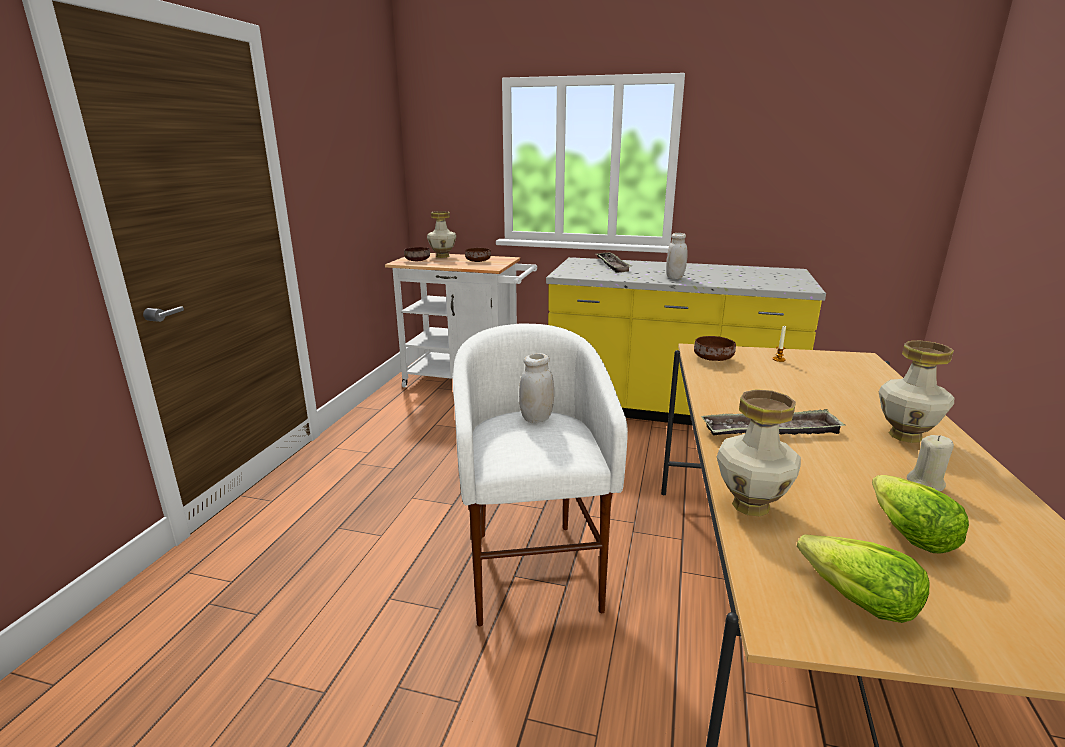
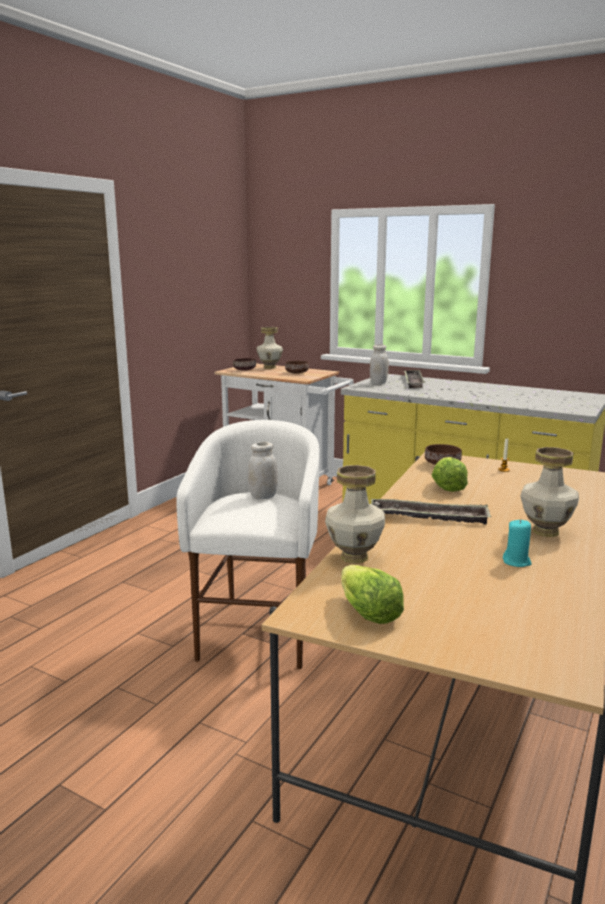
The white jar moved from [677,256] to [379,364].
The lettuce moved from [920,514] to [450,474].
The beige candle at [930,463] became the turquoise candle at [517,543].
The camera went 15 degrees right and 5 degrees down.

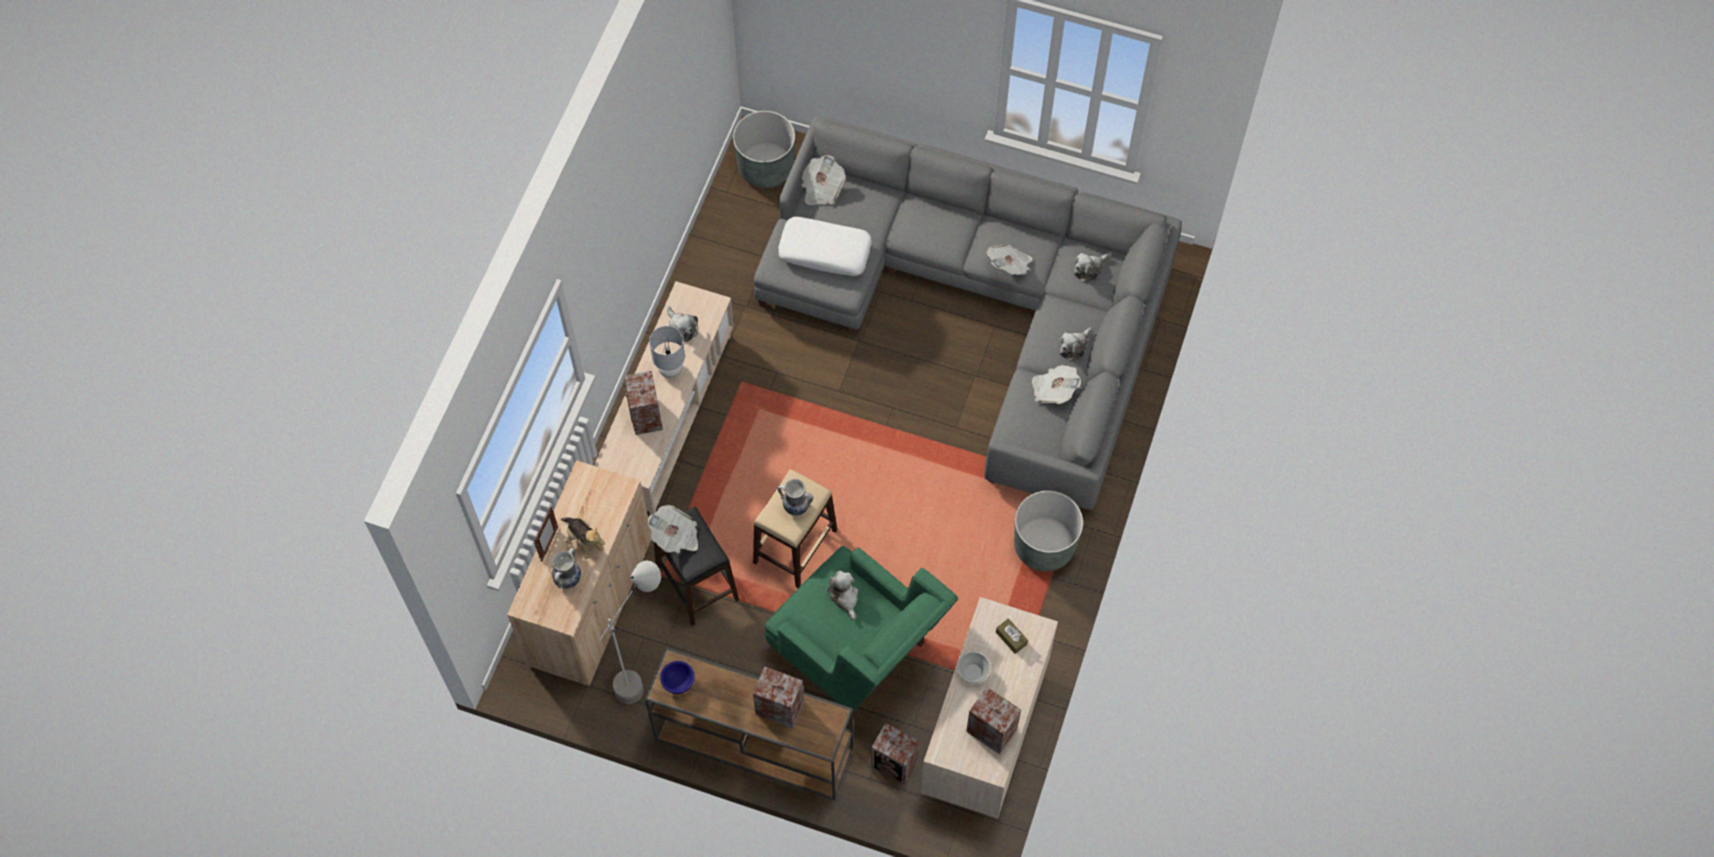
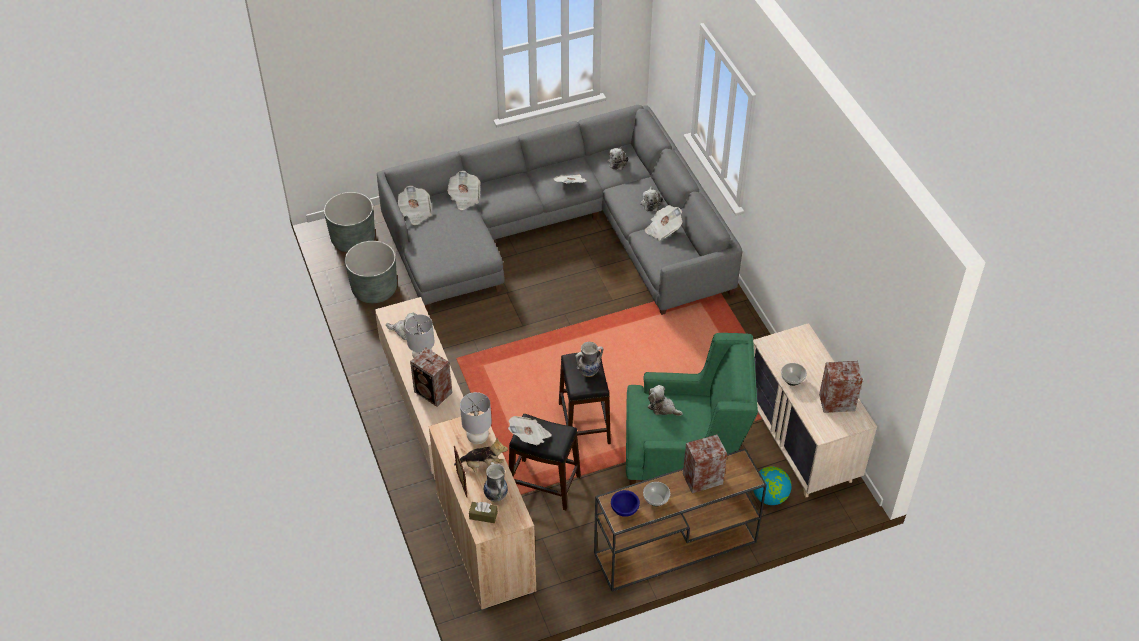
The grey planter moved from [1048,531] to [371,272].
The newspaper at [464,190] appeared.
The grey table lamp at [476,418] appeared.
The brown tissue box moved from [1012,636] to [483,512].
The beige stool at [795,528] became the black stool at [585,397].
The bowl at [656,494] appeared.
The speaker at [895,754] was replaced by the globe at [772,486].
The grey floor lamp at [630,632] disappeared.
The white pillow at [825,246] disappeared.
The camera went 40 degrees left and 15 degrees down.

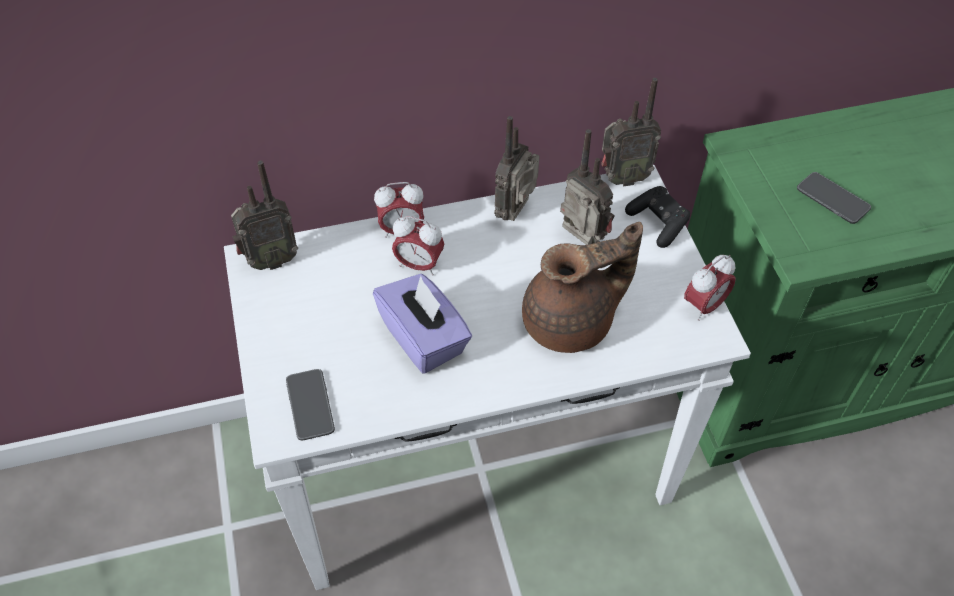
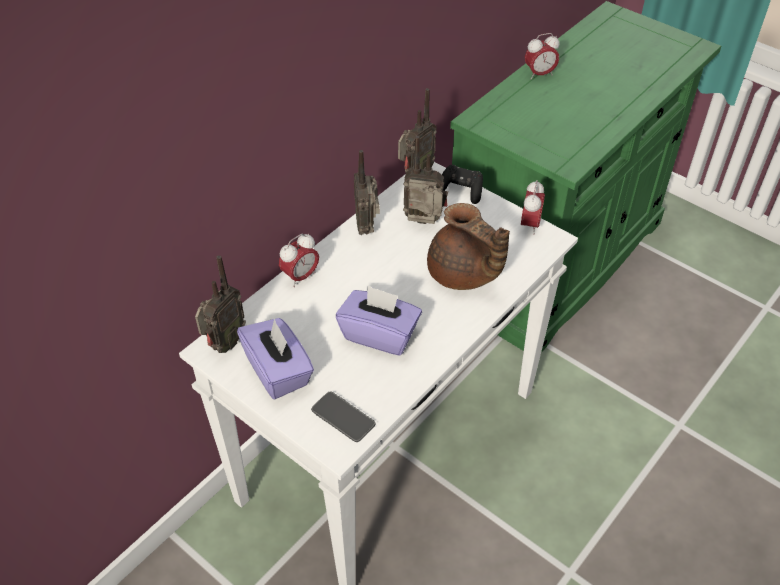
The purple tissue box at [275,358] appeared.
The brown teapot at [582,287] turned 105 degrees clockwise.
The alarm clock moved from [418,246] to [542,56].
The phone at [834,198] disappeared.
The camera went 35 degrees left and 5 degrees down.

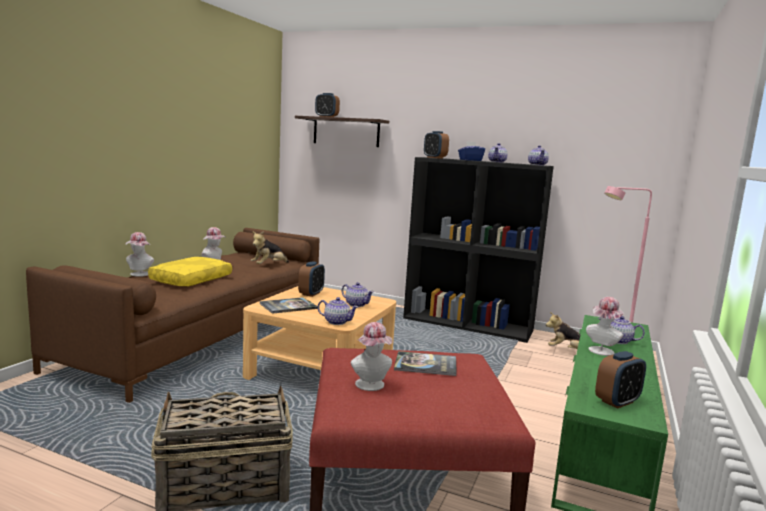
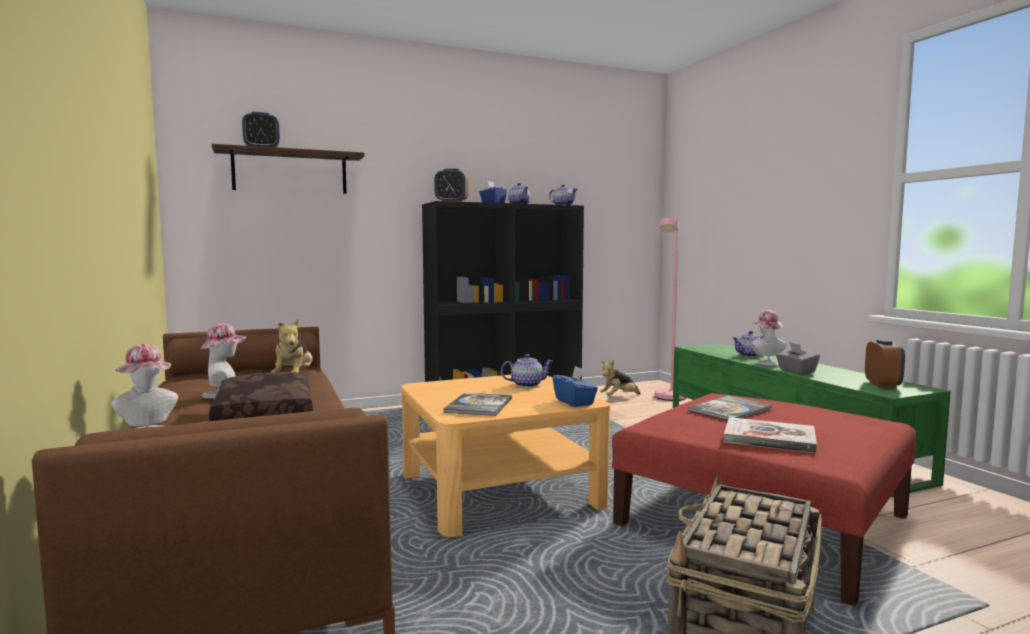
The yellow pillow at [190,271] became the brown pillow at [261,396].
The teapot at [338,311] was replaced by the blue tissue box at [575,386].
The hat at [371,356] was replaced by the book at [770,435].
The grey tissue box at [798,358] appeared.
The alarm clock at [311,279] disappeared.
The camera went 45 degrees left and 5 degrees down.

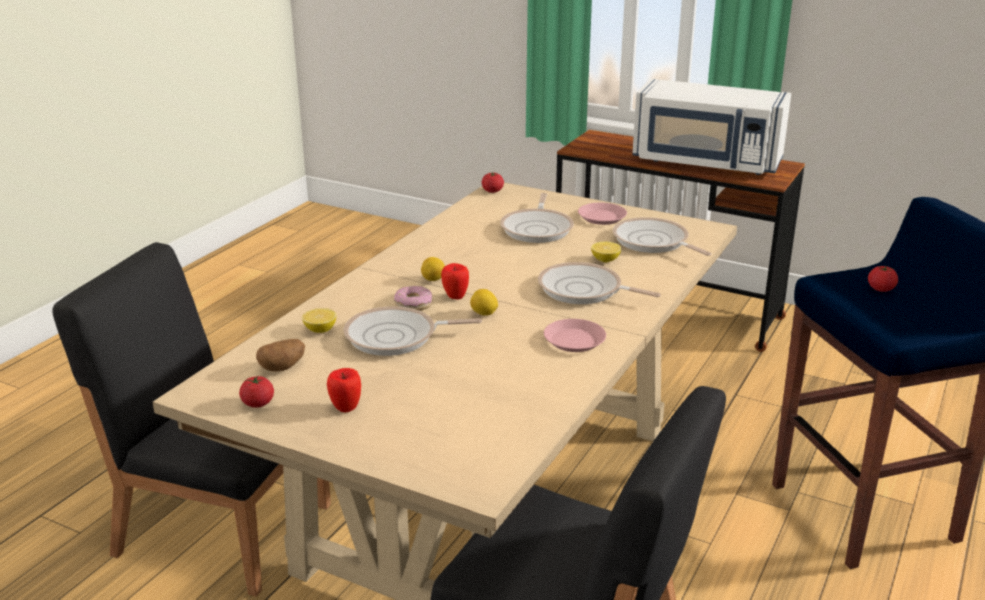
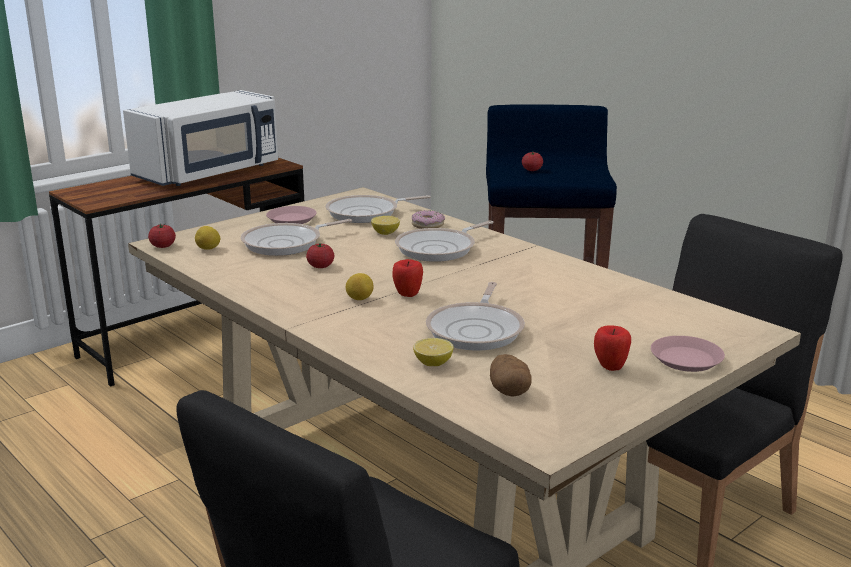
The lemon moved from [484,302] to [207,238].
The frying pan at [537,218] turned 120 degrees clockwise.
The tomato moved from [256,392] to [320,255].
The donut moved from [413,298] to [428,219].
The pink plate moved from [575,335] to [688,354].
The camera went 70 degrees left and 5 degrees down.

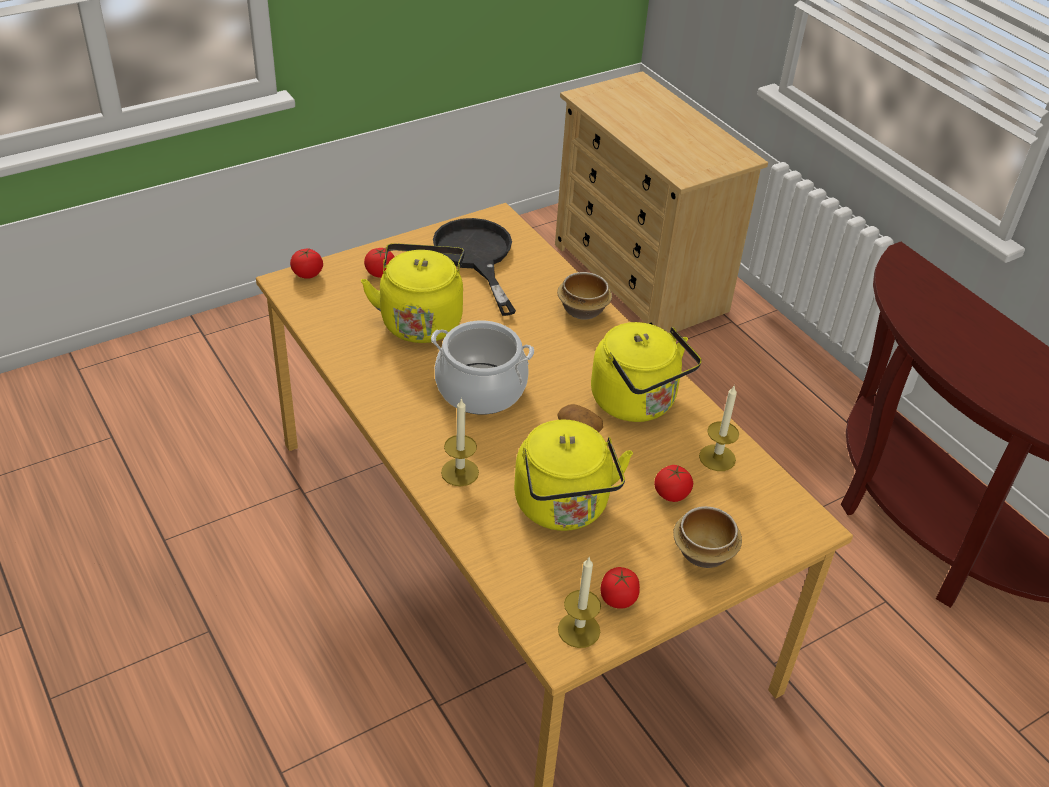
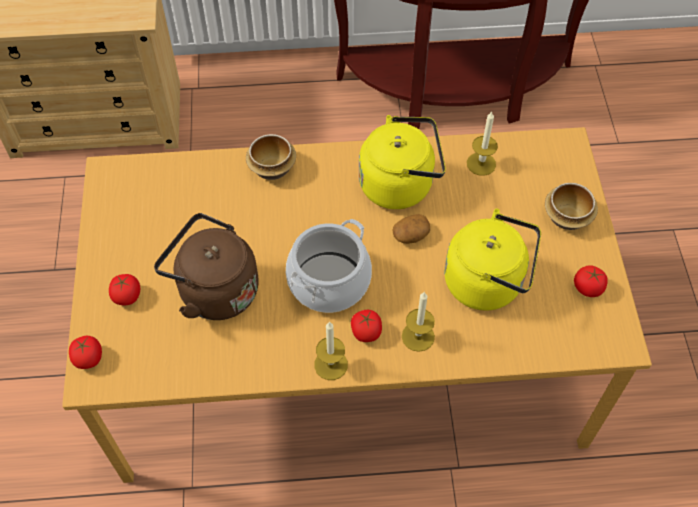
The yellow kettle at [413,293] became the brown kettle at [206,266].
The candle moved from [579,603] to [331,351].
The tomato moved from [673,483] to [366,325].
The black frying pan at [474,267] disappeared.
The camera went 60 degrees left and 15 degrees up.

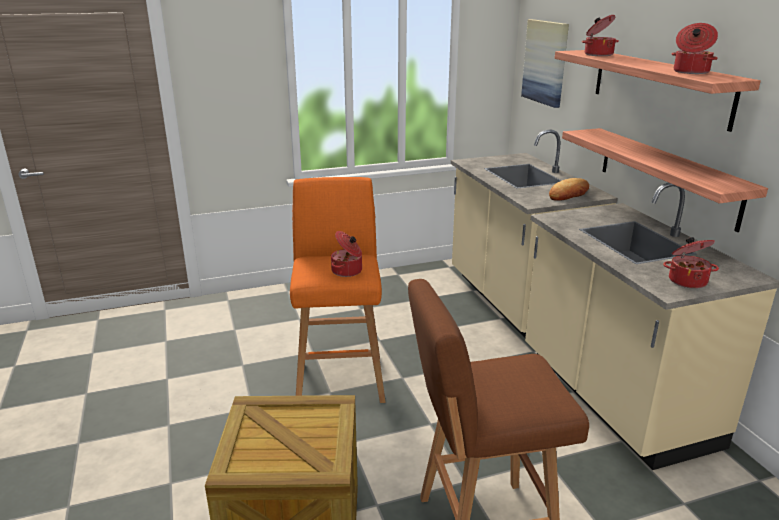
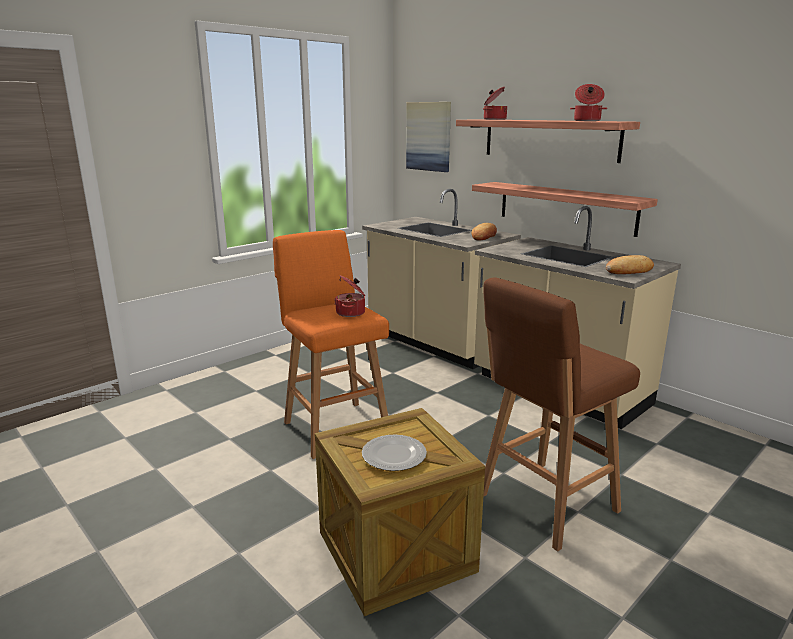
The plate at [394,453] appeared.
The cooking pot at [691,263] was replaced by the bread at [630,264].
The camera went 25 degrees left and 5 degrees down.

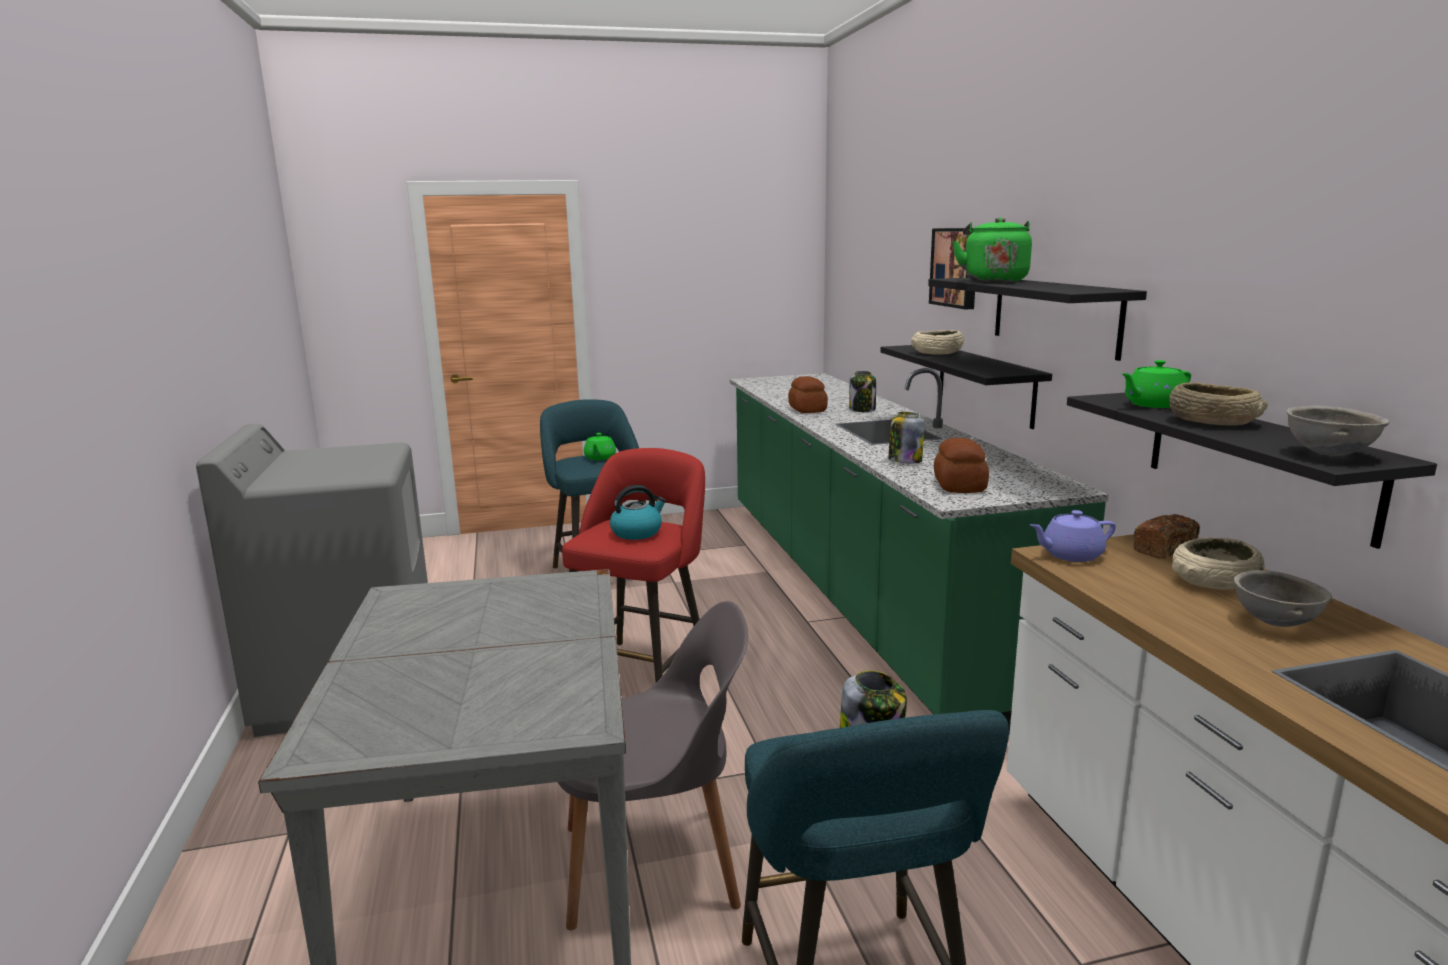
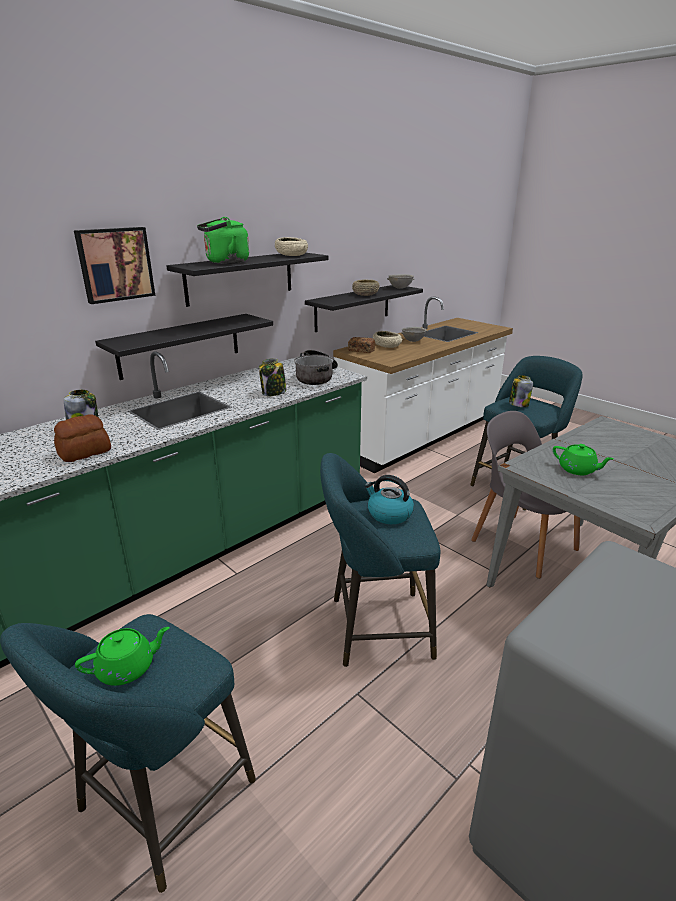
The beige bowl moved from [937,342] to [291,246].
The bread at [961,465] was replaced by the cooking pot at [316,367].
The red stool at [633,565] became the turquoise stool at [380,560].
The green teapot moved from [1156,384] to [583,459].
The purple teapot at [1073,536] disappeared.
The camera went 120 degrees left and 10 degrees up.

